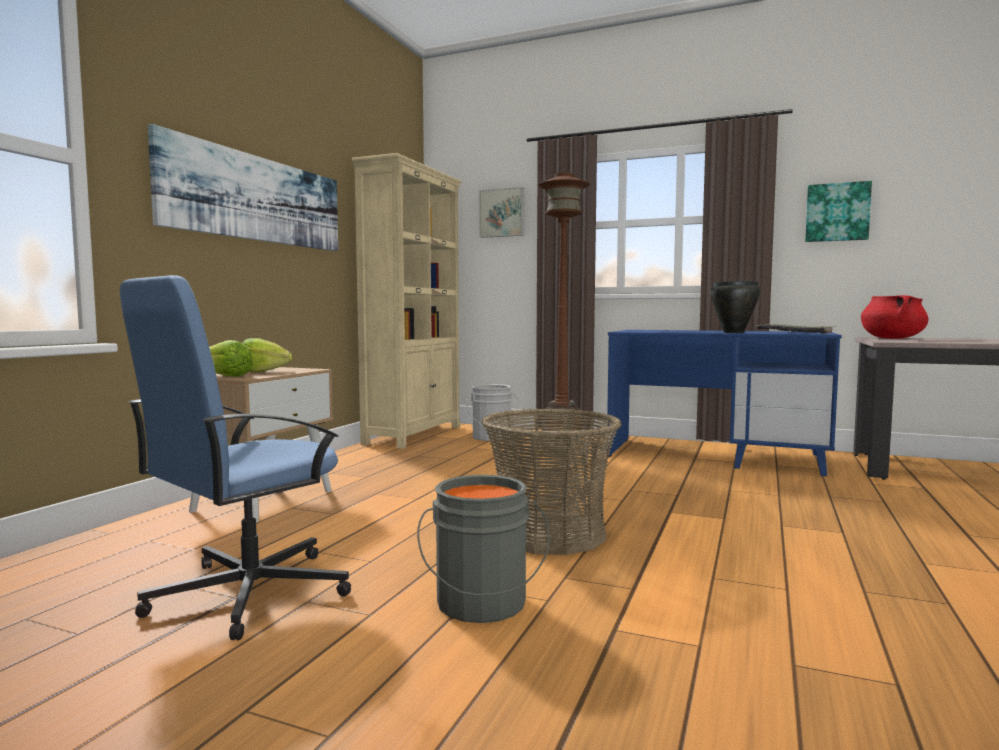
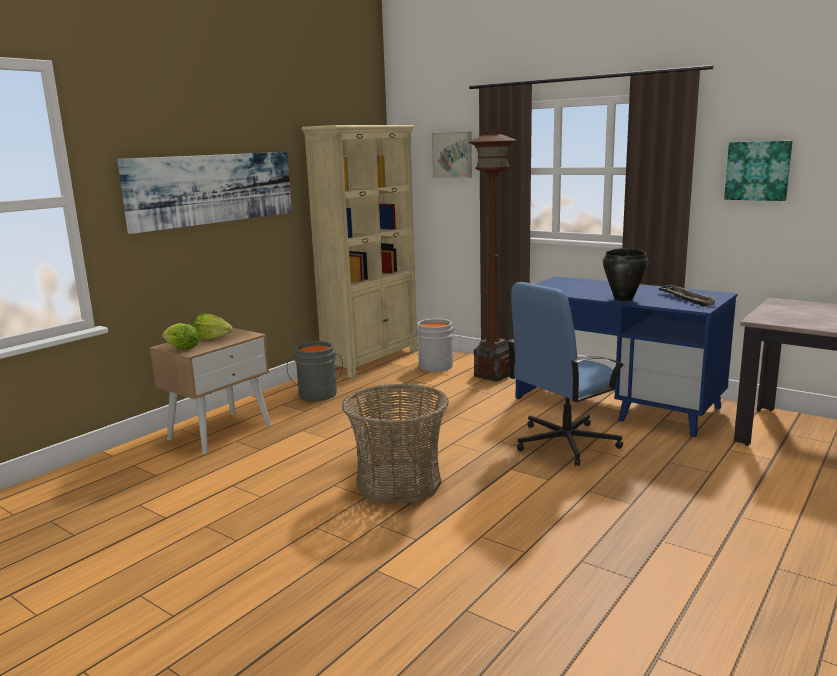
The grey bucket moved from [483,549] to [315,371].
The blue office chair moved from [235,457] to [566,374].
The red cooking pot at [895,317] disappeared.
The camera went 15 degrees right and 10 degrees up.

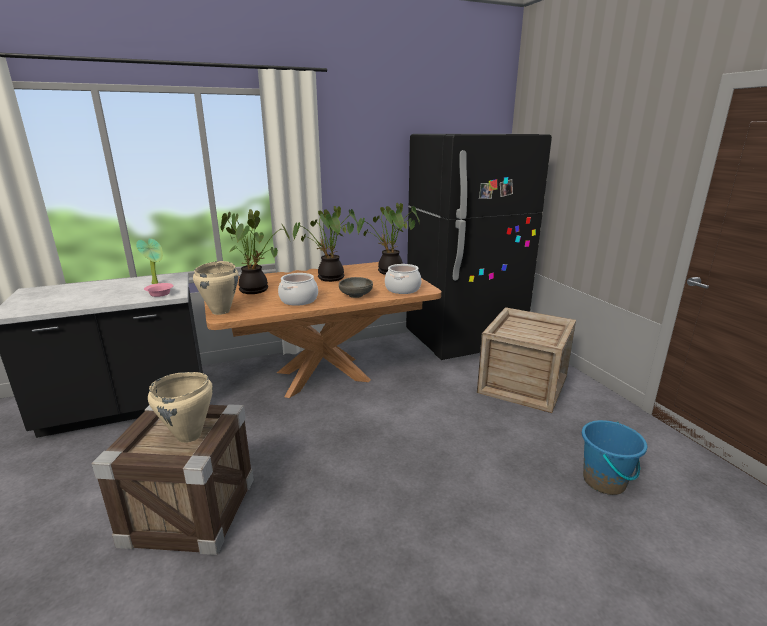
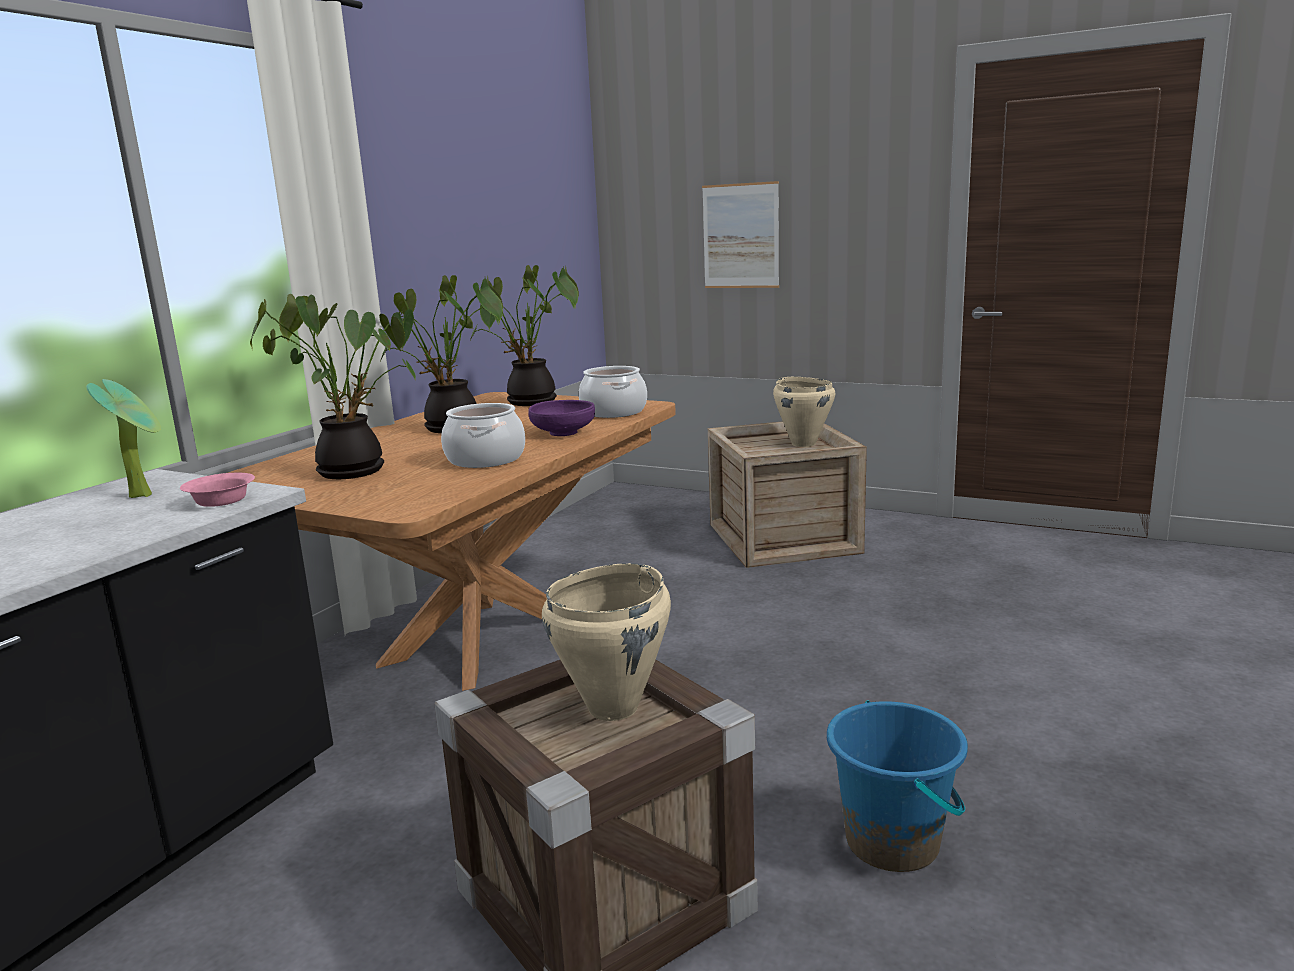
The grey bowl at [356,287] became the purple bowl at [561,418].
The picture at [740,234] appeared.
The beige cooking pot moved from [216,288] to [804,412].
The blue bucket moved from [614,457] to [897,786].
The black fridge at [479,247] disappeared.
The camera went 40 degrees left and 5 degrees down.

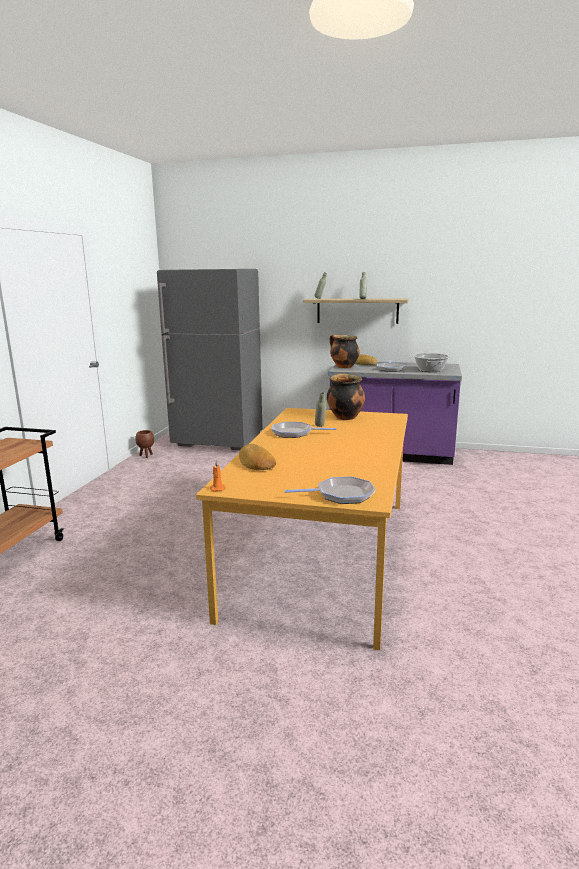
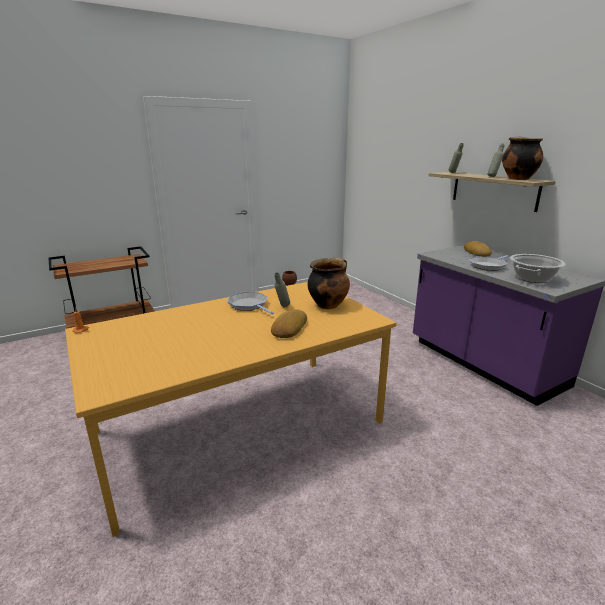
The bread moved from [257,457] to [289,323].
The cooking pot moved from [345,352] to [522,158].
The grey fridge at [209,359] disappeared.
The frying pan at [329,490] disappeared.
The camera went 45 degrees right and 5 degrees up.

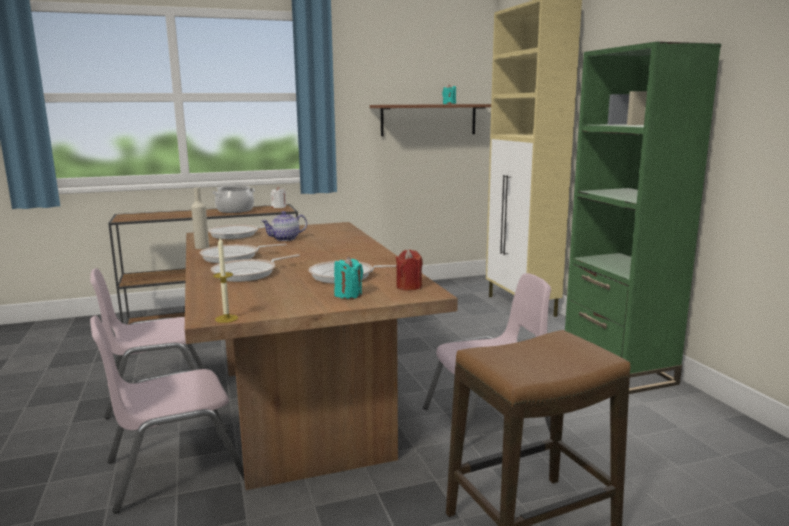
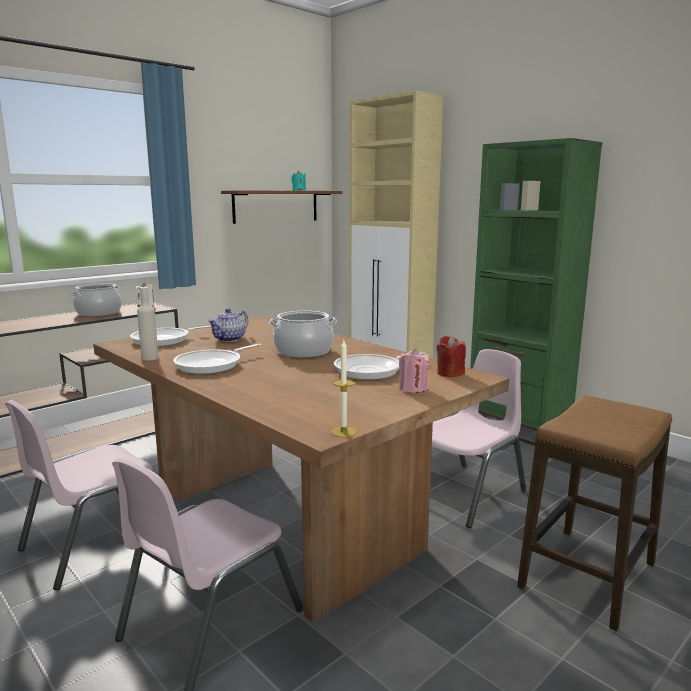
The cooking pot at [303,334] appeared.
The turquoise candle at [348,277] became the pink candle at [414,371].
The frying pan at [255,268] disappeared.
The camera went 25 degrees left and 0 degrees up.

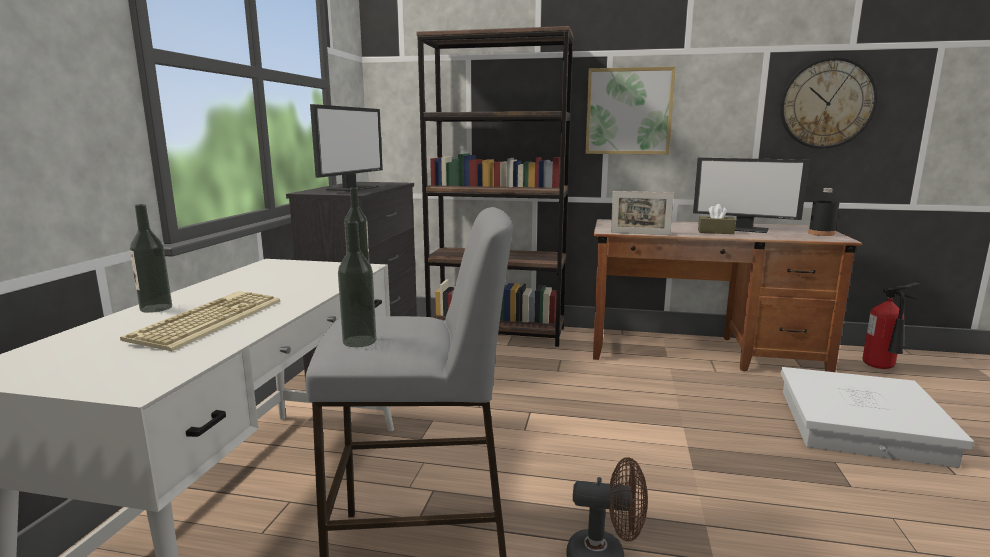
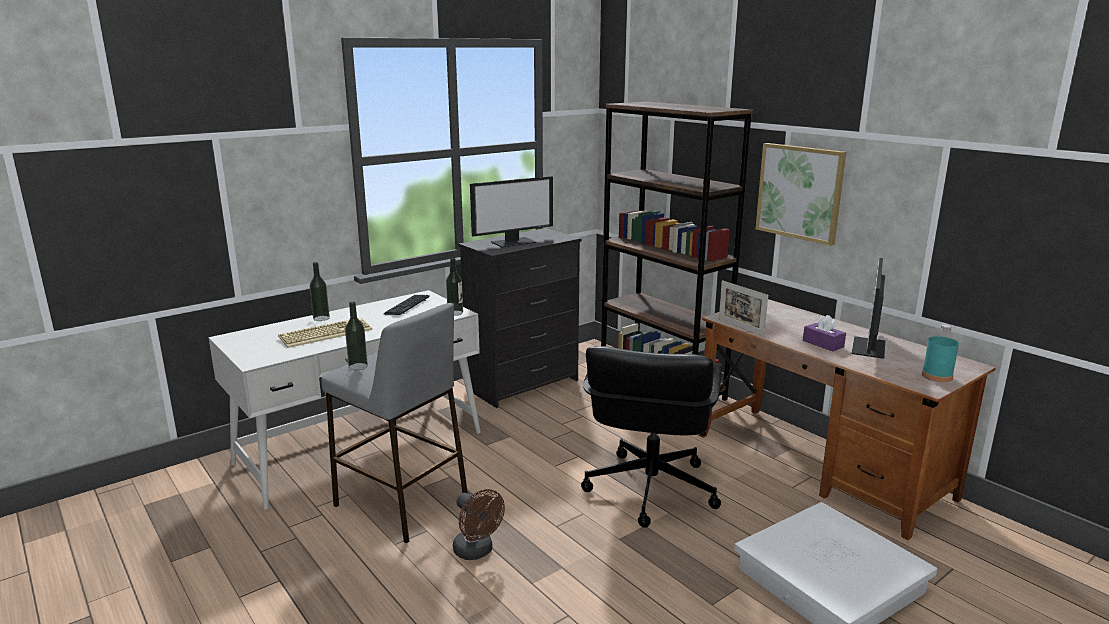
The keyboard at [407,305] appeared.
The black office chair at [651,437] appeared.
The brown tissue box at [717,219] became the purple tissue box at [824,333].
The monitor at [751,195] turned 45 degrees clockwise.
The black bottle at [823,212] became the turquoise bottle at [940,353].
The wall clock at [829,102] disappeared.
The fire extinguisher at [891,326] disappeared.
The camera went 40 degrees right and 5 degrees up.

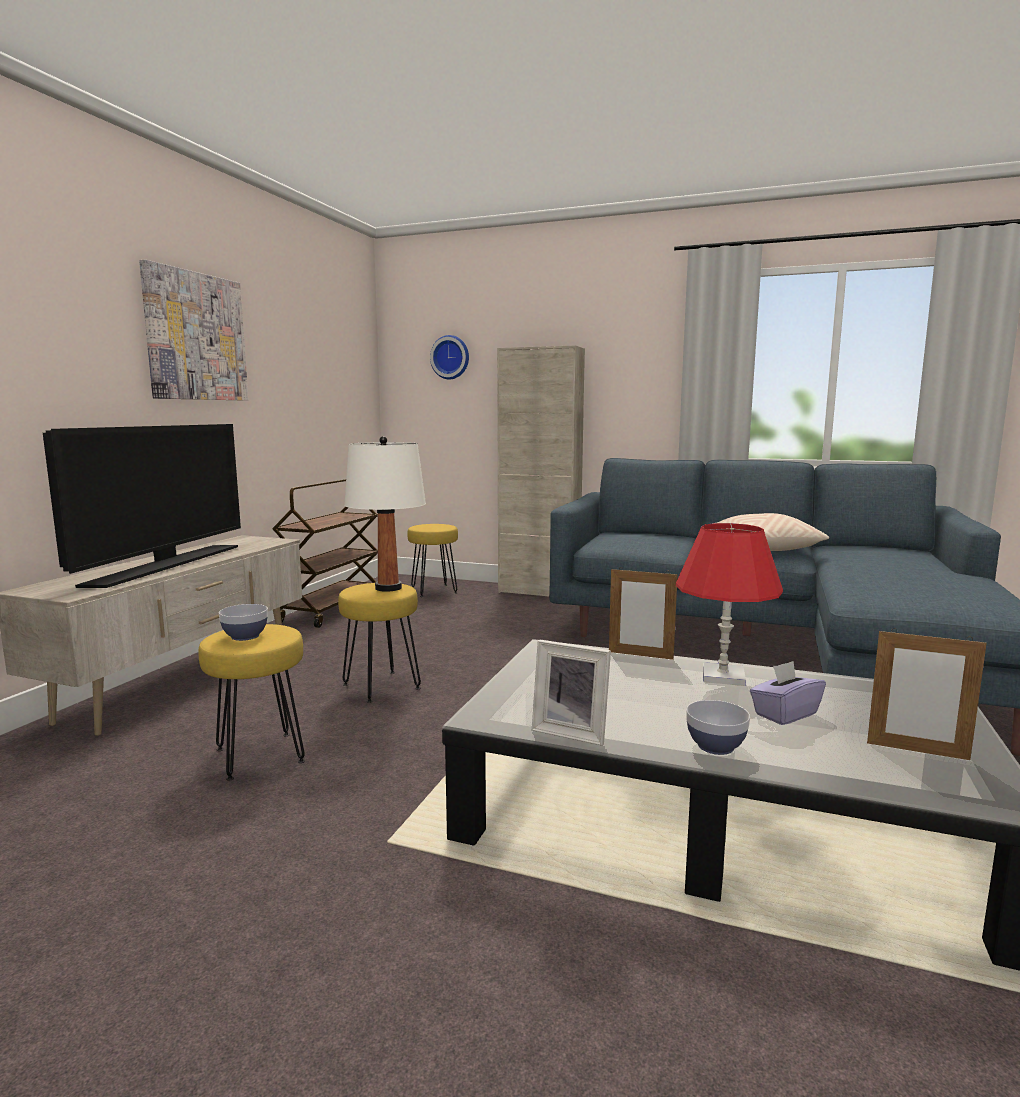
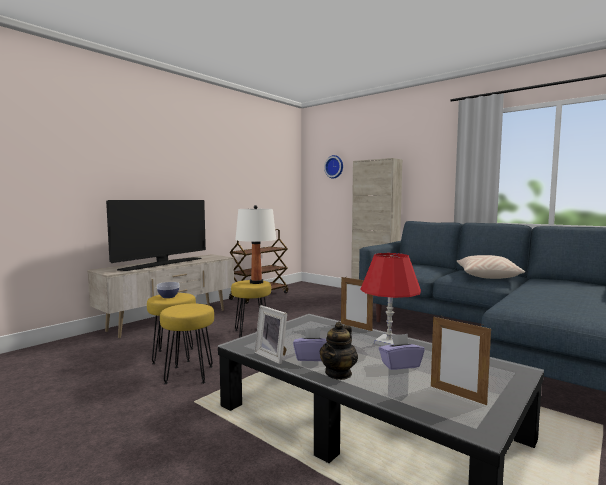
The yellow stool moved from [432,560] to [187,344].
The purple tissue box at [310,344] appeared.
The bowl at [718,727] was replaced by the teapot at [338,350].
The picture at [194,330] disappeared.
The camera went 20 degrees right and 5 degrees down.

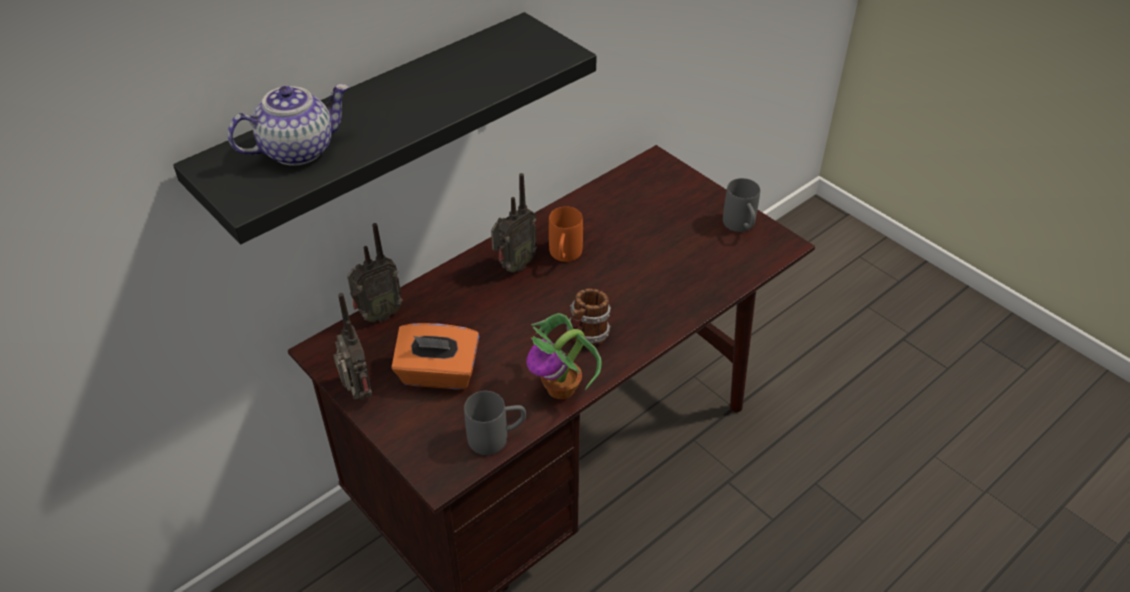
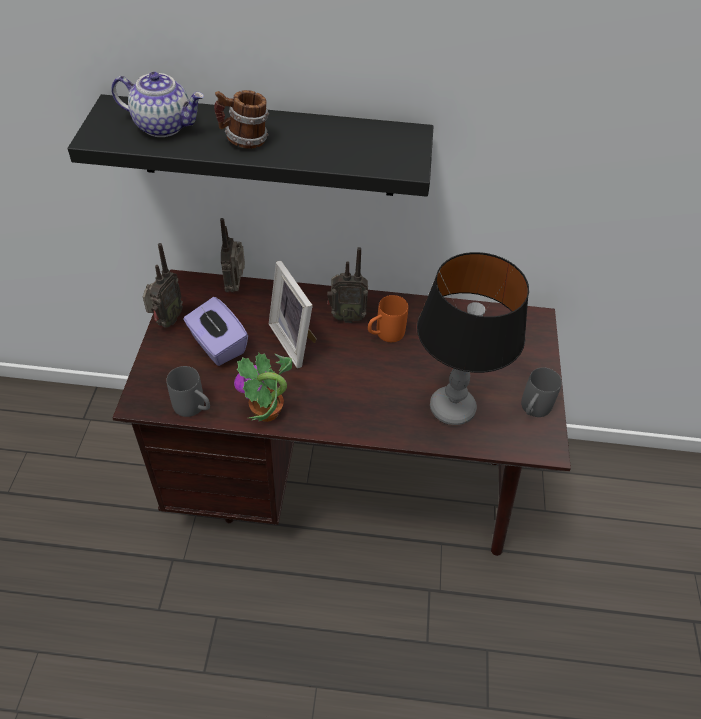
The orange tissue box at [435,356] became the purple tissue box at [215,331].
The mug moved from [589,316] to [241,119].
The radio at [375,272] turned 75 degrees clockwise.
The picture frame at [293,314] appeared.
The table lamp at [473,338] appeared.
The camera went 45 degrees right and 5 degrees up.

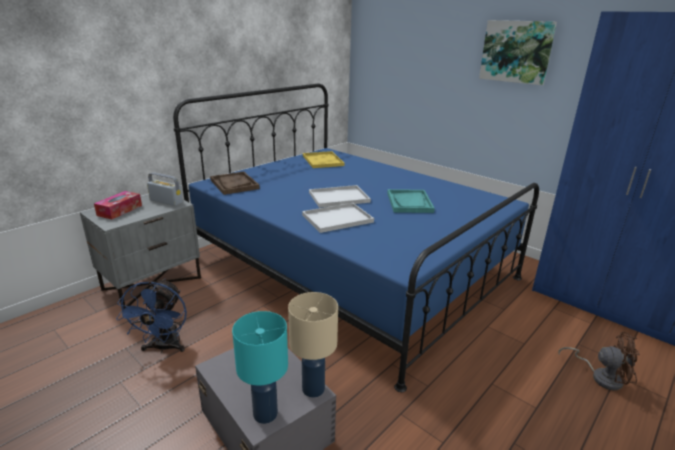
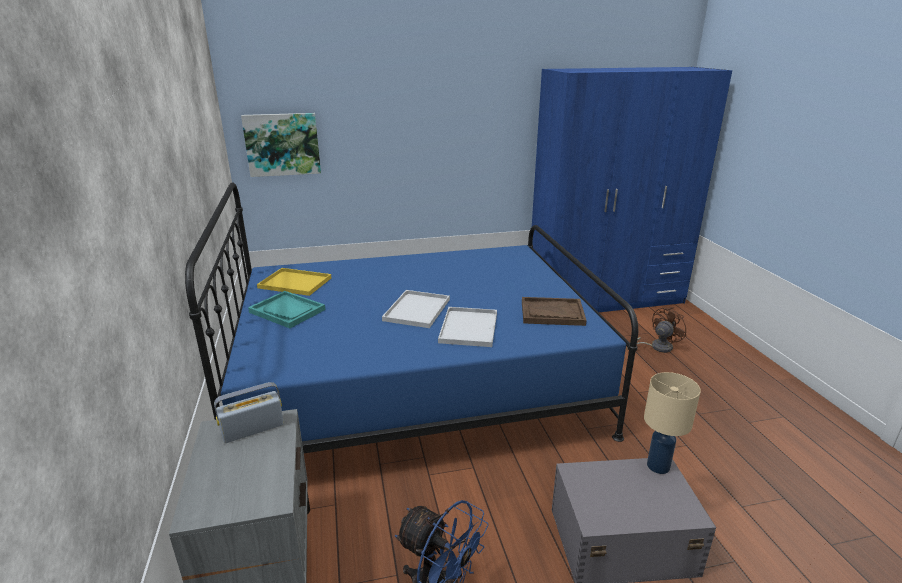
The picture moved from [518,52] to [281,145].
The turquoise tray moved from [411,201] to [286,309].
The brown tray moved from [235,183] to [554,311].
The tissue box at [118,205] disappeared.
The turquoise table lamp at [260,367] disappeared.
The camera went 55 degrees left and 0 degrees up.

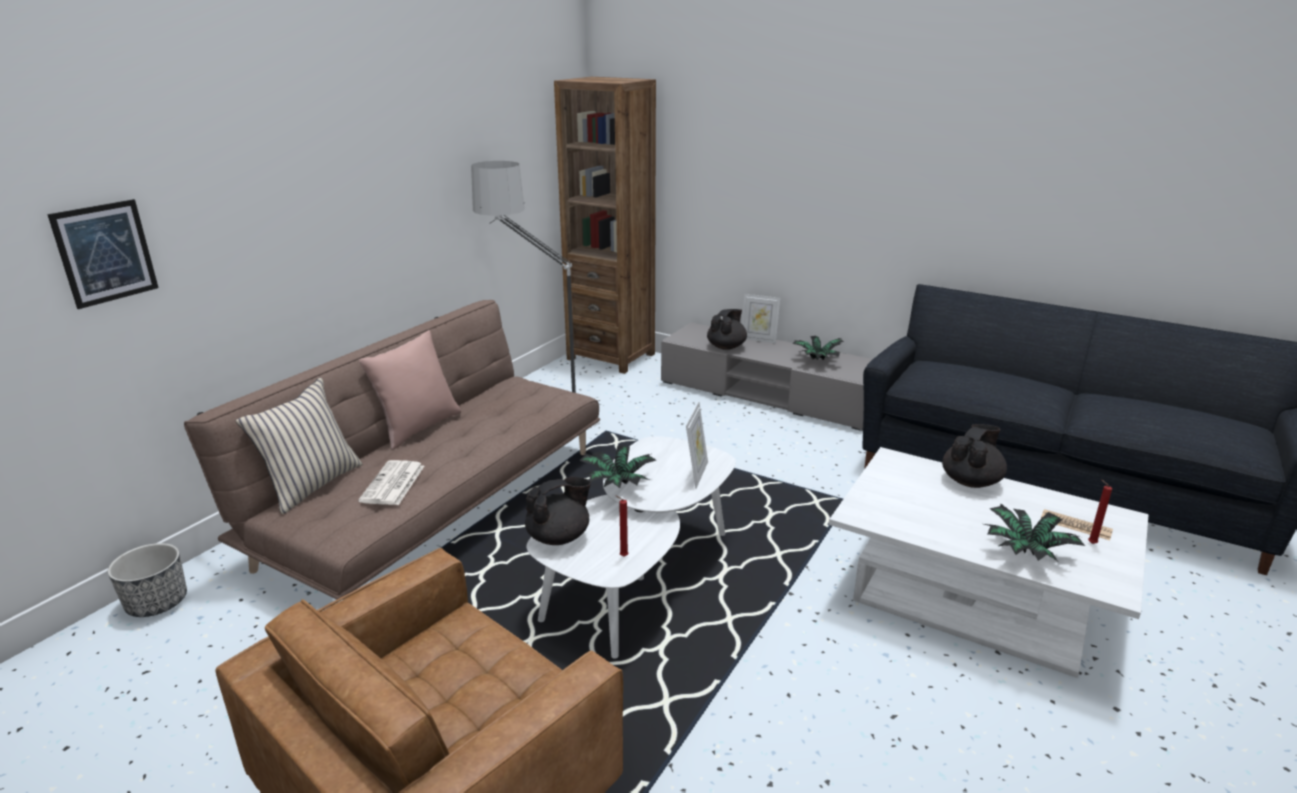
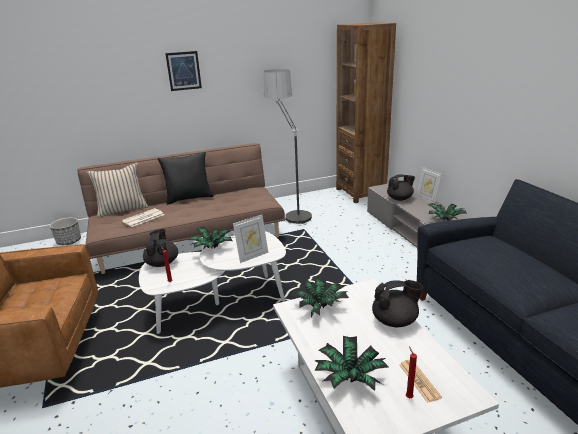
The black teapot at [558,511] turned 105 degrees counterclockwise.
The pink pillow at [410,390] became the black pillow at [186,178].
The picture moved from [103,254] to [183,71].
The potted plant at [319,297] appeared.
The camera went 40 degrees right and 0 degrees up.

